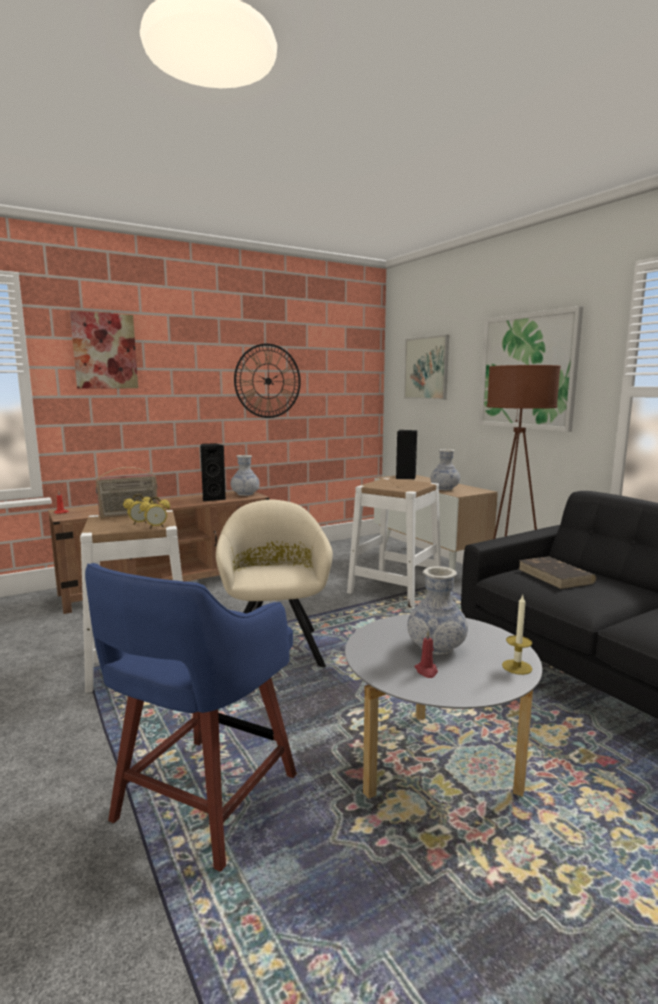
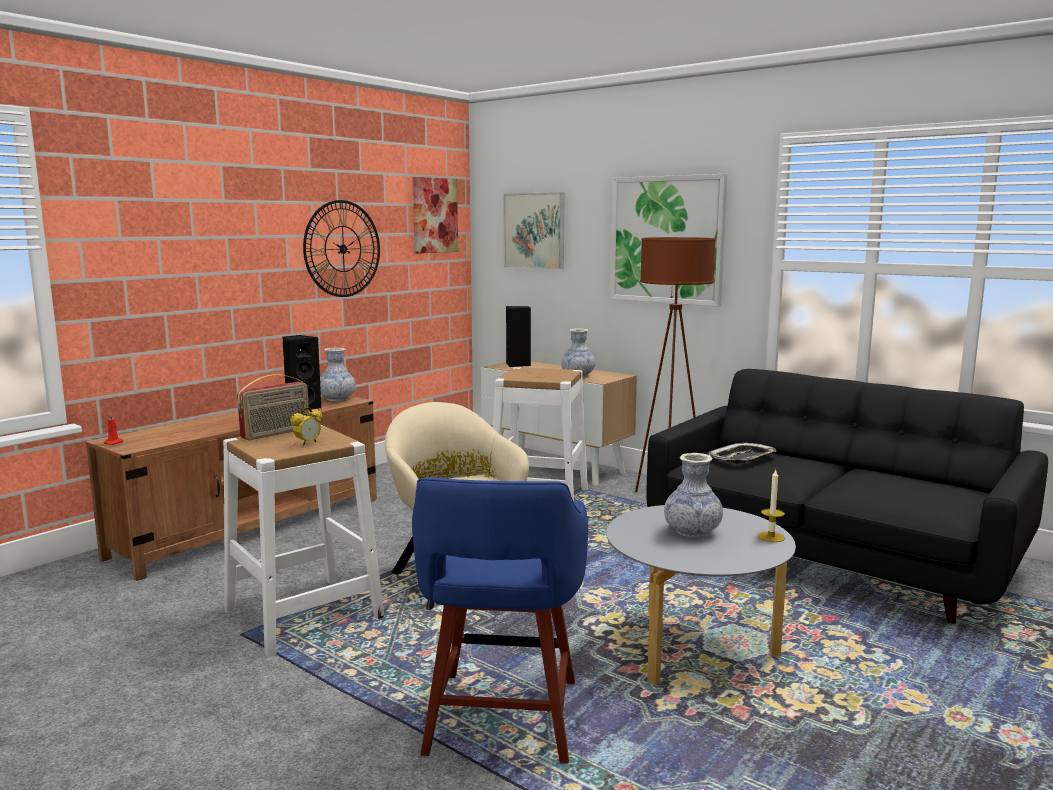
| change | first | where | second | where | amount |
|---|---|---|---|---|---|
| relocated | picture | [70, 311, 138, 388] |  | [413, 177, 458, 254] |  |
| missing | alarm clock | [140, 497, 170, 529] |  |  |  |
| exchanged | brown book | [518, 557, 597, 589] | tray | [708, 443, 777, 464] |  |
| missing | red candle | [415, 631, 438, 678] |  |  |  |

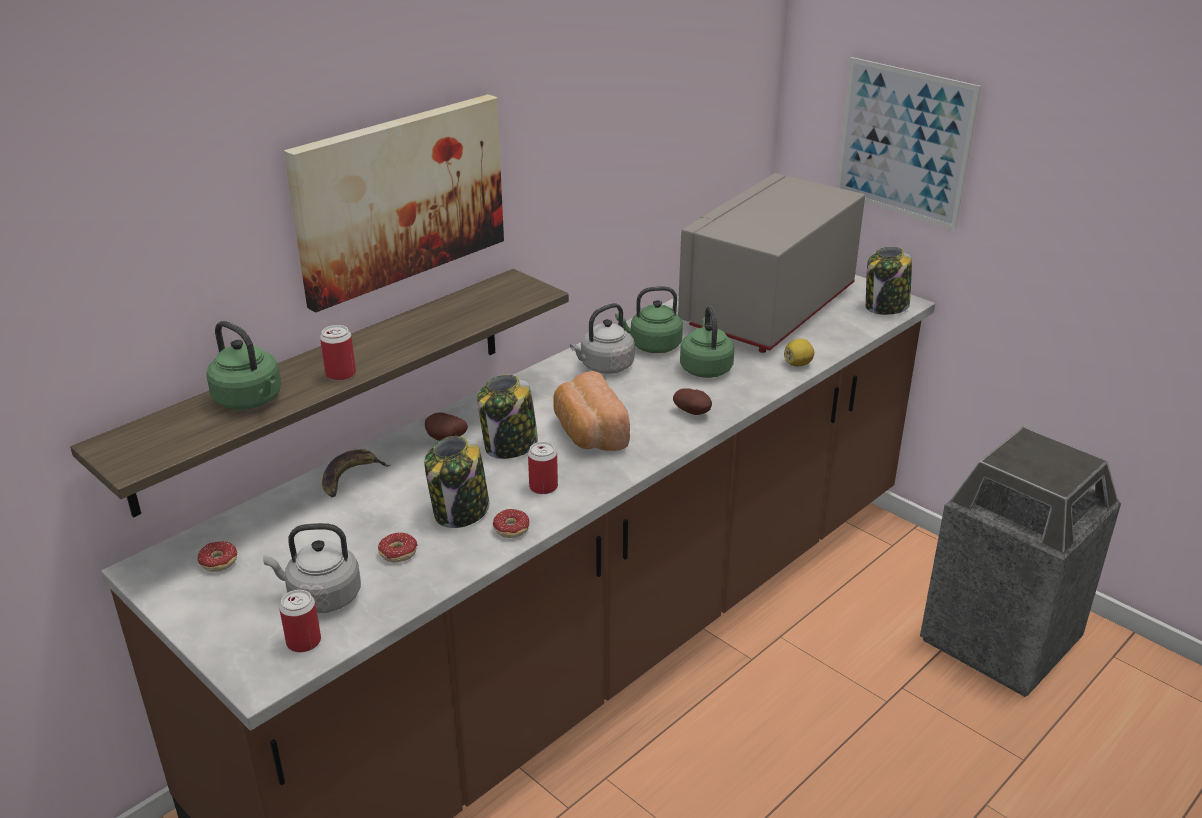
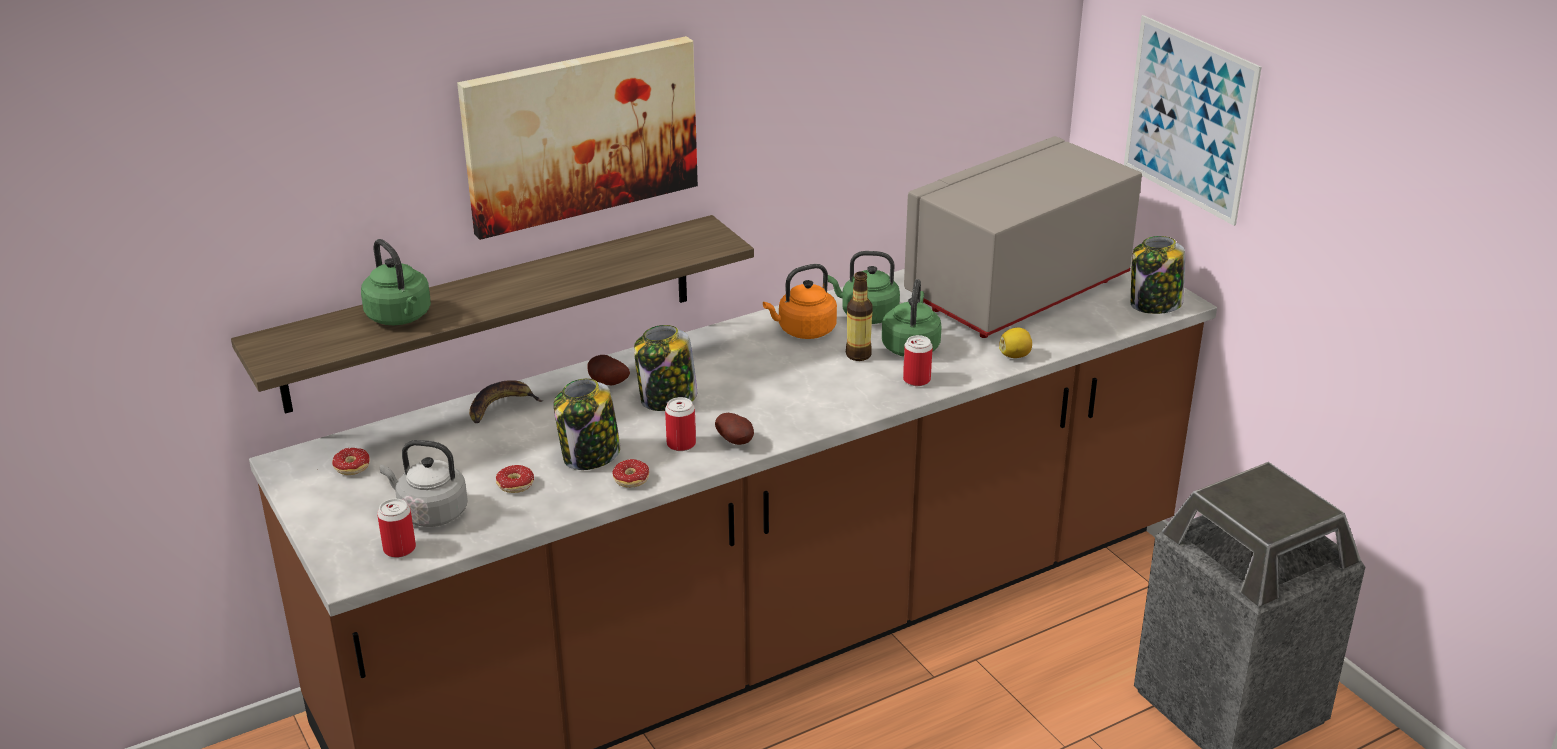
| change | first | where | second | where | amount |
|---|---|---|---|---|---|
| colour | grey kettle | [570, 303, 635, 374] | orange kettle | [763, 264, 837, 339] |  |
| relocated | can | [320, 325, 356, 381] |  | [903, 335, 933, 386] |  |
| missing | bread | [553, 371, 630, 451] |  |  |  |
| relocated | potato | [673, 388, 712, 415] |  | [715, 413, 754, 445] |  |
| appeared |  |  | bottle | [846, 271, 873, 361] |  |

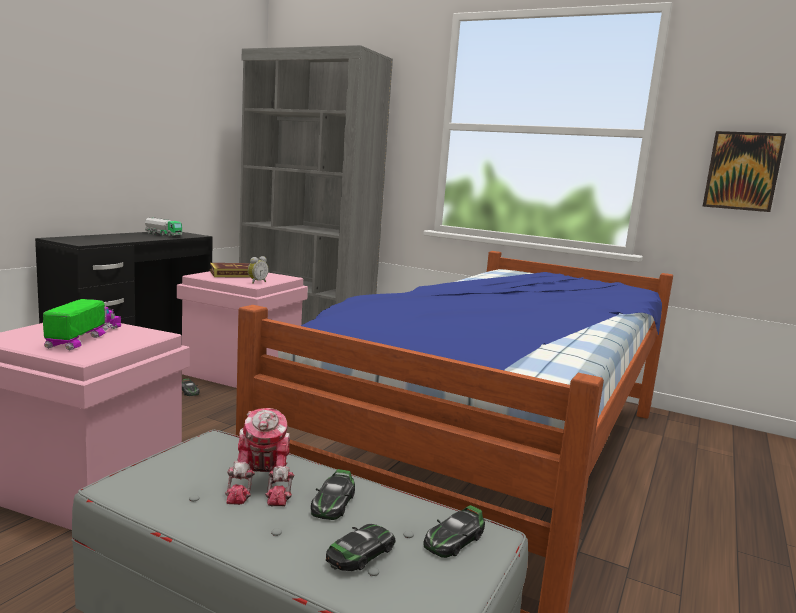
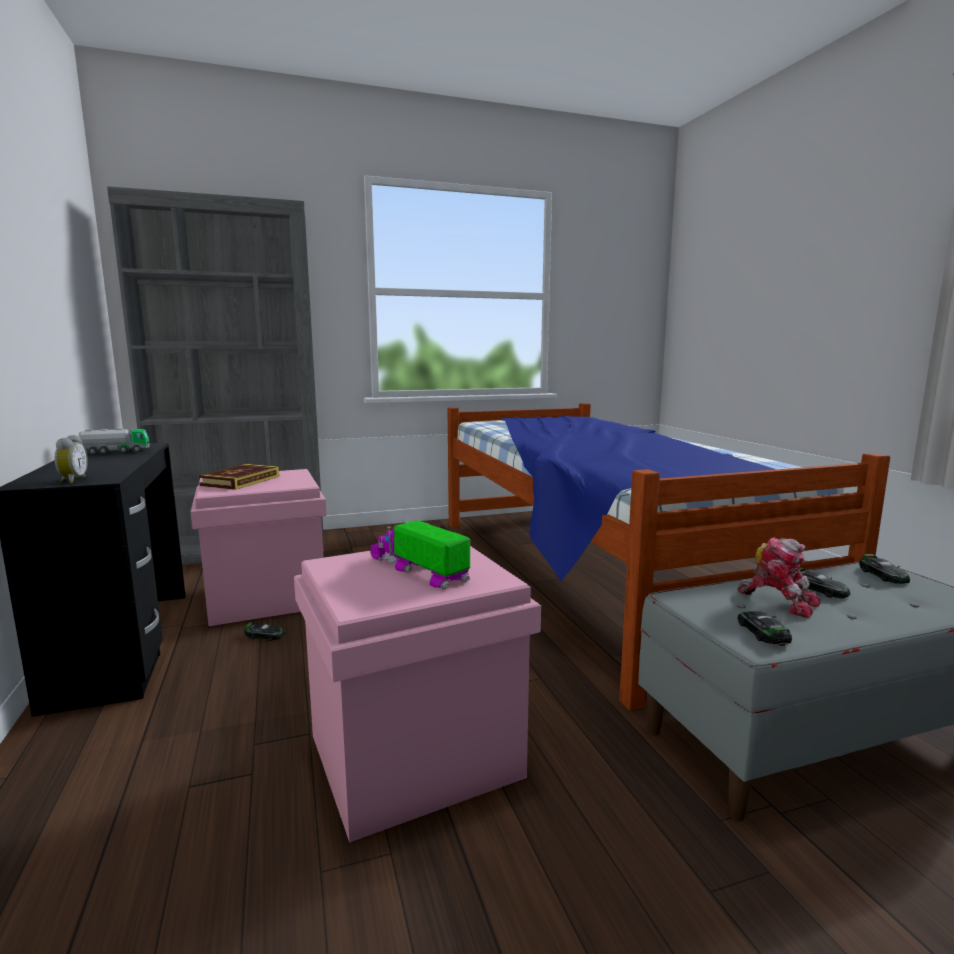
| change | first | where | second | where | amount |
|---|---|---|---|---|---|
| missing | picture | [703, 131, 786, 212] |  |  |  |
| relocated | alarm clock | [248, 256, 269, 284] |  | [55, 435, 88, 484] |  |
| relocated | toy car | [326, 524, 395, 571] |  | [738, 611, 792, 646] |  |

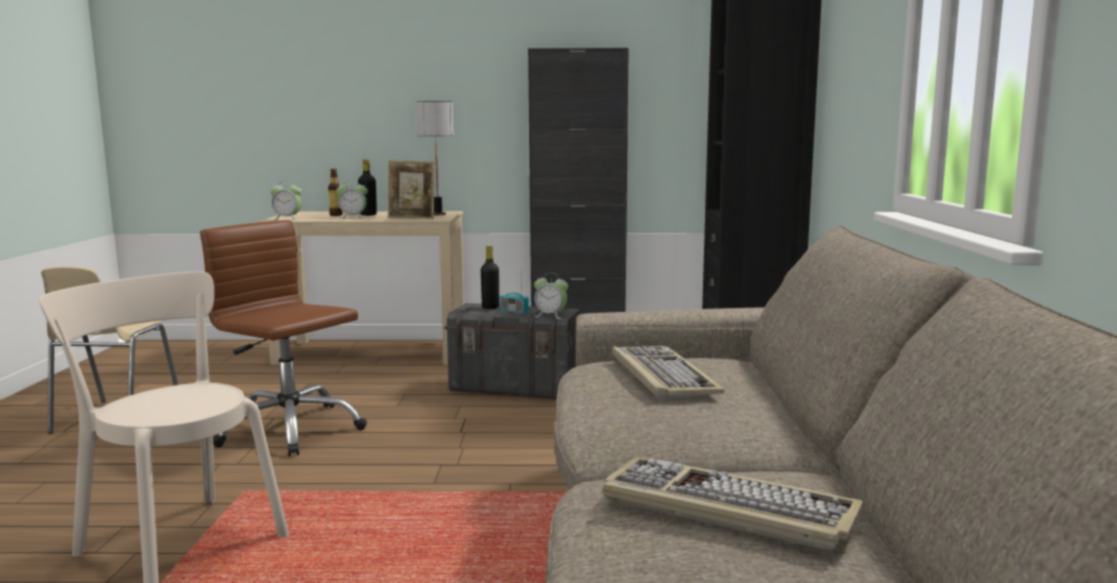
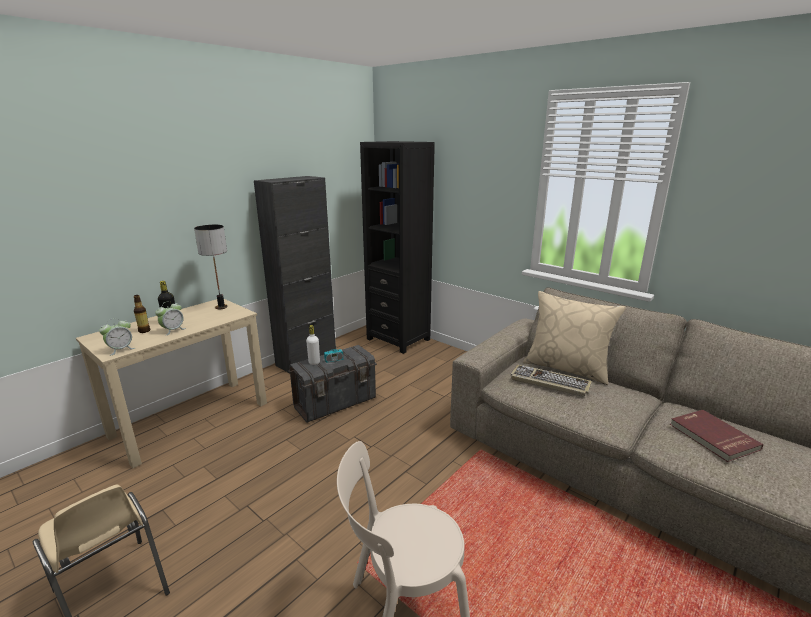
| change | first | where | second | where | amount |
|---|---|---|---|---|---|
| missing | picture frame | [388, 160, 435, 219] |  |  |  |
| missing | brown office chair | [200, 220, 367, 456] |  |  |  |
| colour | black bottle | [481, 245, 499, 309] | white bottle | [306, 325, 320, 365] |  |
| missing | alarm clock | [534, 273, 568, 319] |  |  |  |
| exchanged | keyboard | [603, 457, 863, 550] | red book | [670, 410, 763, 462] |  |
| appeared |  |  | beige pillow | [523, 291, 626, 385] |  |

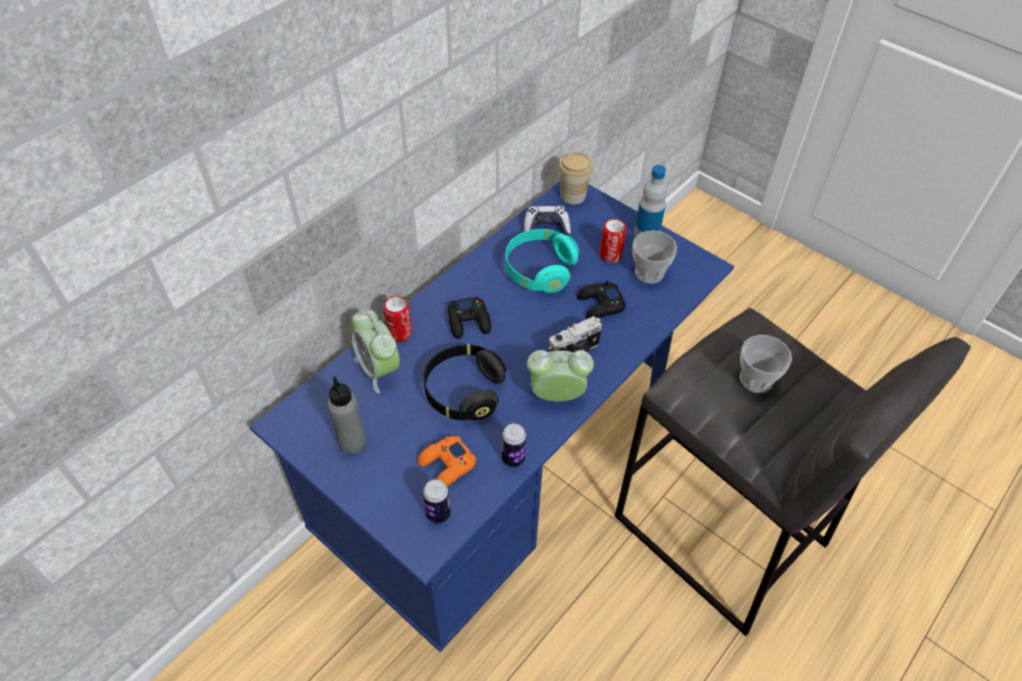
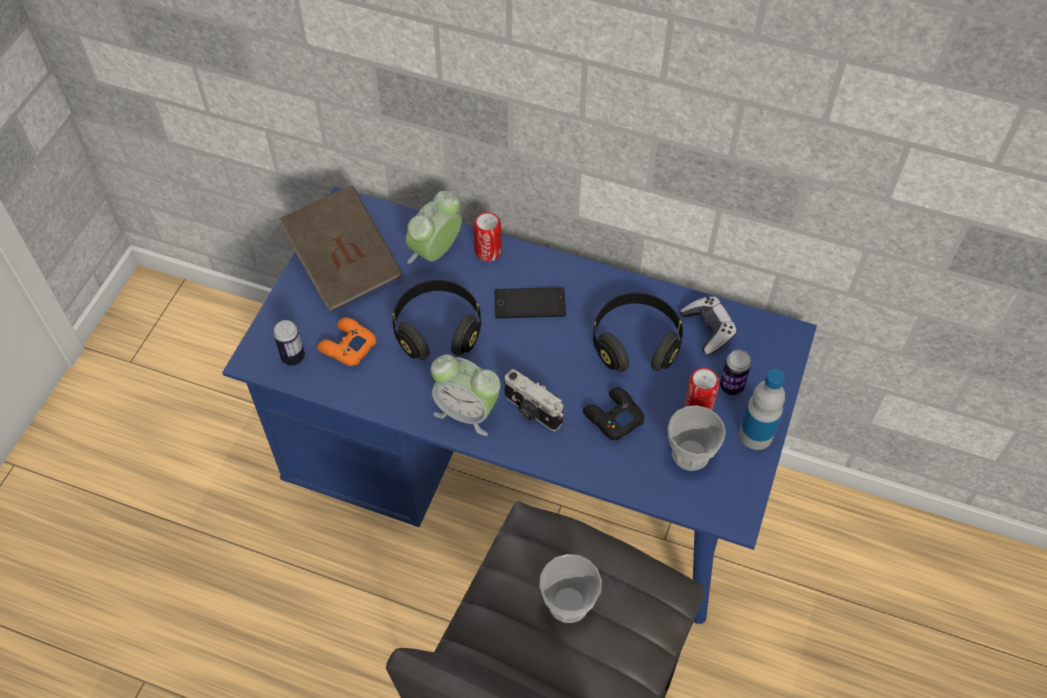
| change | first | where | second | where | amount |
|---|---|---|---|---|---|
| missing | cup | [558, 152, 593, 205] |  |  |  |
| colour | turquoise headphones | [505, 229, 579, 293] | black headphones | [593, 293, 683, 372] |  |
| exchanged | black game controller | [448, 296, 491, 339] | phone | [495, 287, 566, 319] |  |
| spun | alarm clock | [527, 350, 594, 401] |  | [431, 355, 500, 436] | 135 degrees clockwise |
| exchanged | grey bottle | [328, 376, 366, 454] | brown book | [279, 185, 403, 312] |  |
| relocated | can | [502, 423, 526, 467] |  | [720, 350, 751, 395] |  |

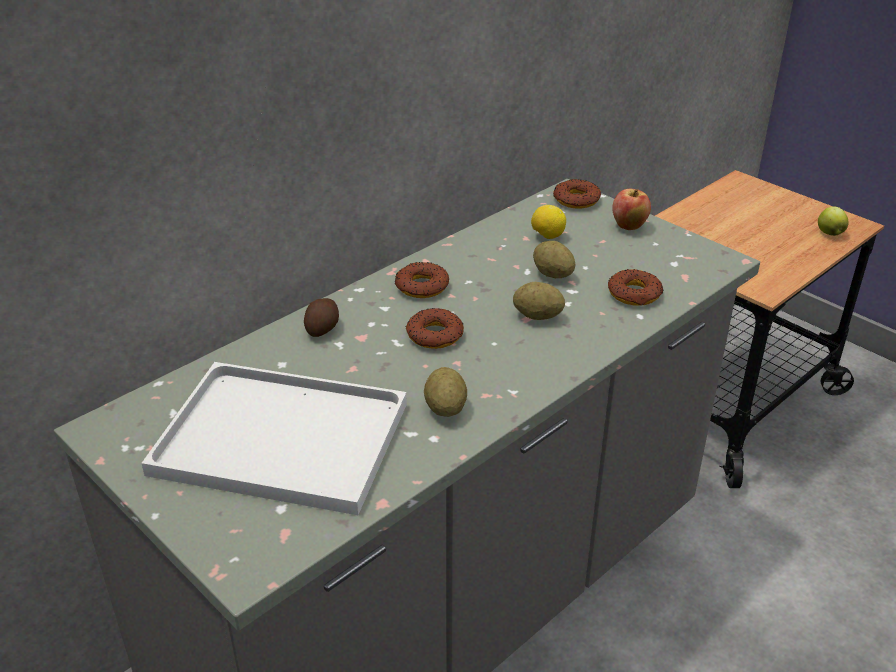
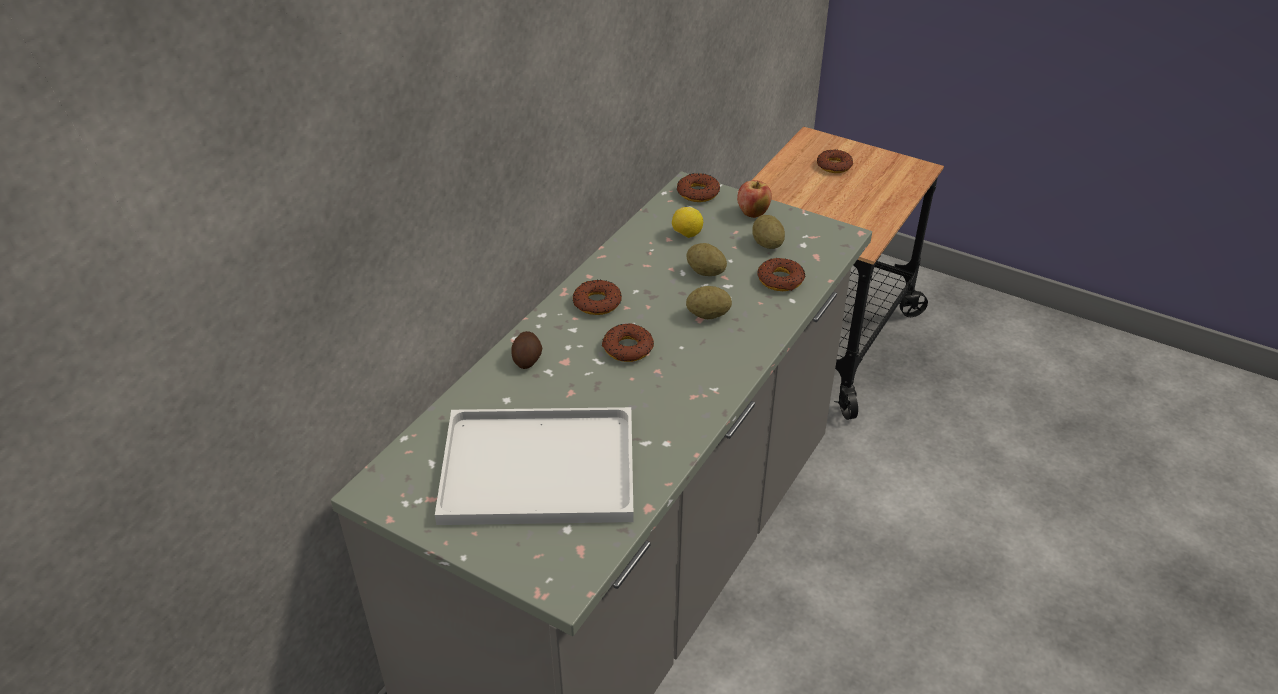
| change | first | where | second | where | amount |
|---|---|---|---|---|---|
| missing | apple | [818, 207, 849, 236] |  |  |  |
| relocated | potato | [424, 367, 467, 417] |  | [753, 215, 785, 249] |  |
| appeared |  |  | donut | [817, 149, 853, 173] |  |

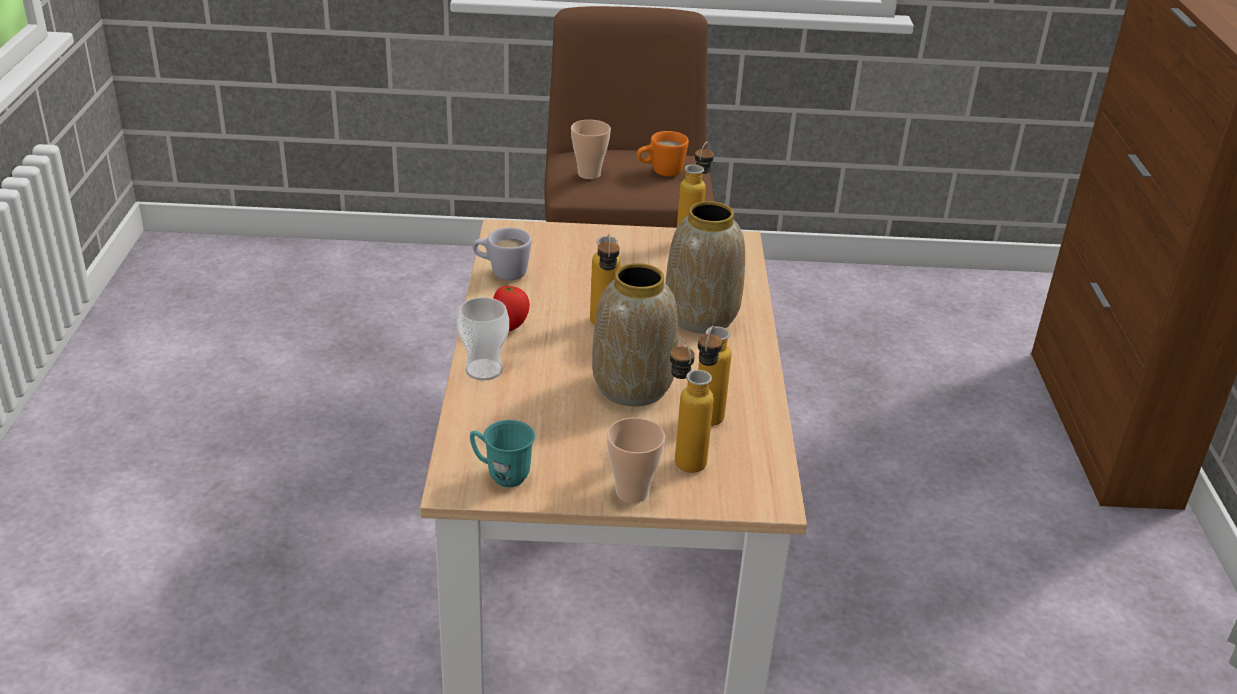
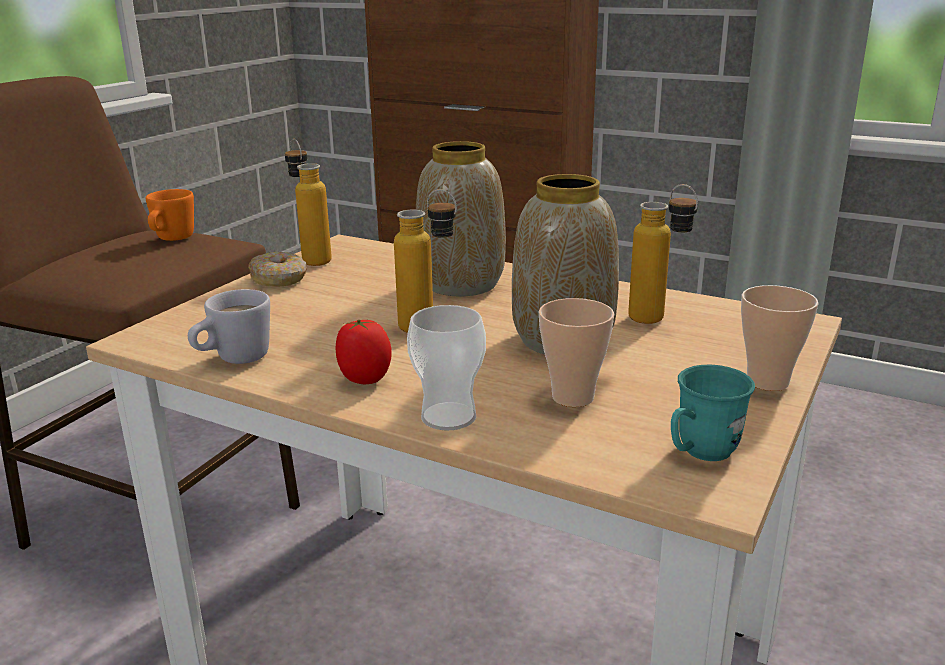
| change | first | where | second | where | amount |
|---|---|---|---|---|---|
| relocated | cup | [571, 120, 611, 179] |  | [539, 298, 614, 407] |  |
| missing | bottle | [670, 338, 714, 473] |  |  |  |
| appeared |  |  | donut | [248, 252, 307, 286] |  |

